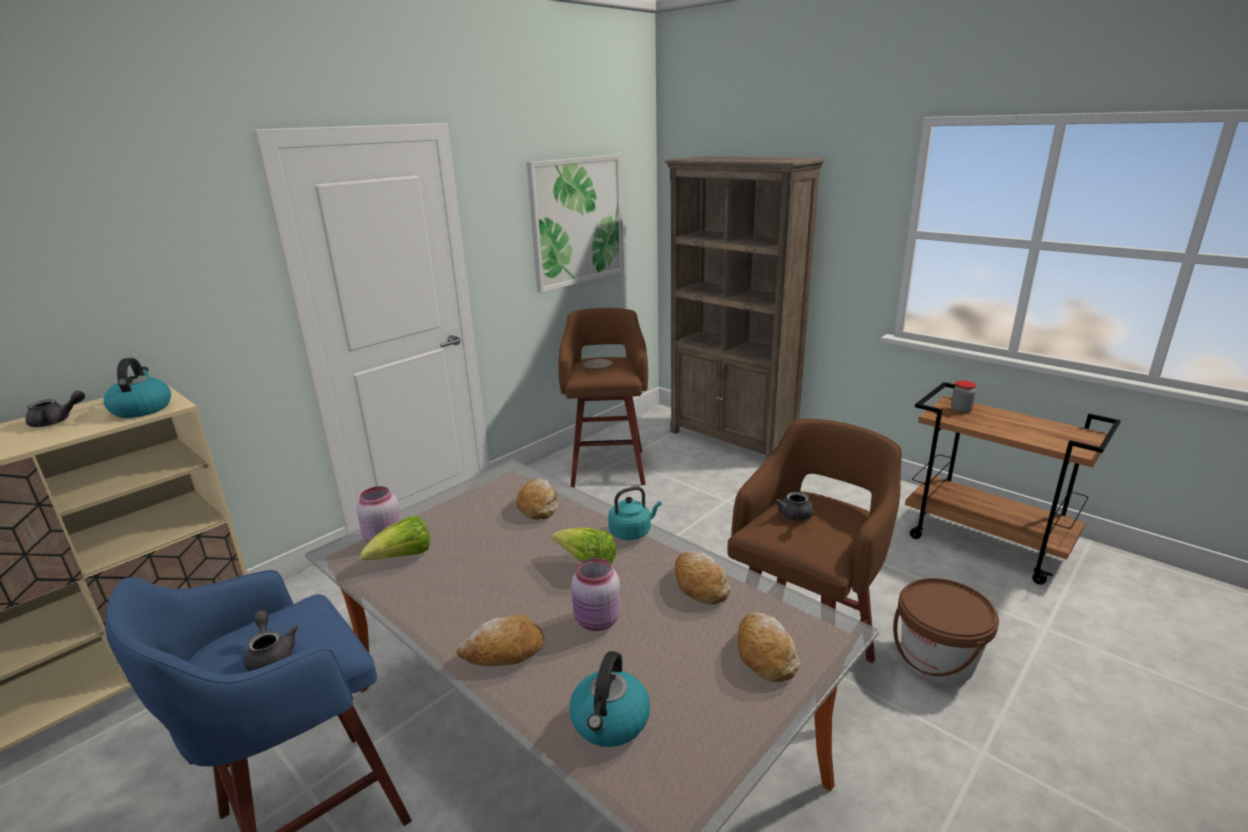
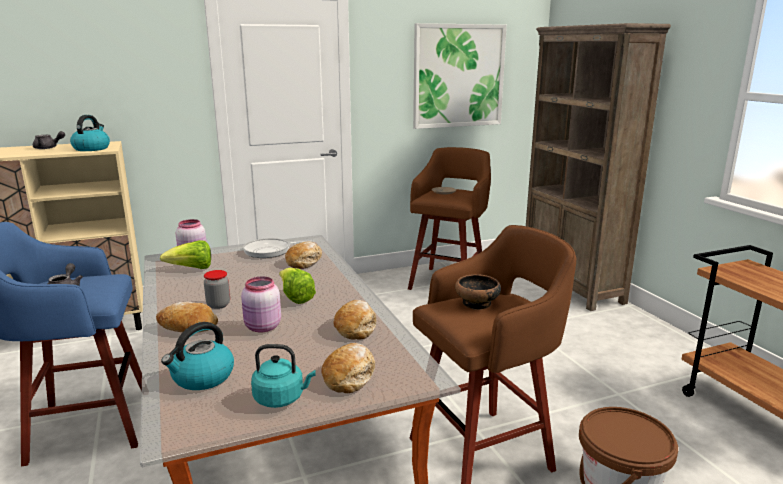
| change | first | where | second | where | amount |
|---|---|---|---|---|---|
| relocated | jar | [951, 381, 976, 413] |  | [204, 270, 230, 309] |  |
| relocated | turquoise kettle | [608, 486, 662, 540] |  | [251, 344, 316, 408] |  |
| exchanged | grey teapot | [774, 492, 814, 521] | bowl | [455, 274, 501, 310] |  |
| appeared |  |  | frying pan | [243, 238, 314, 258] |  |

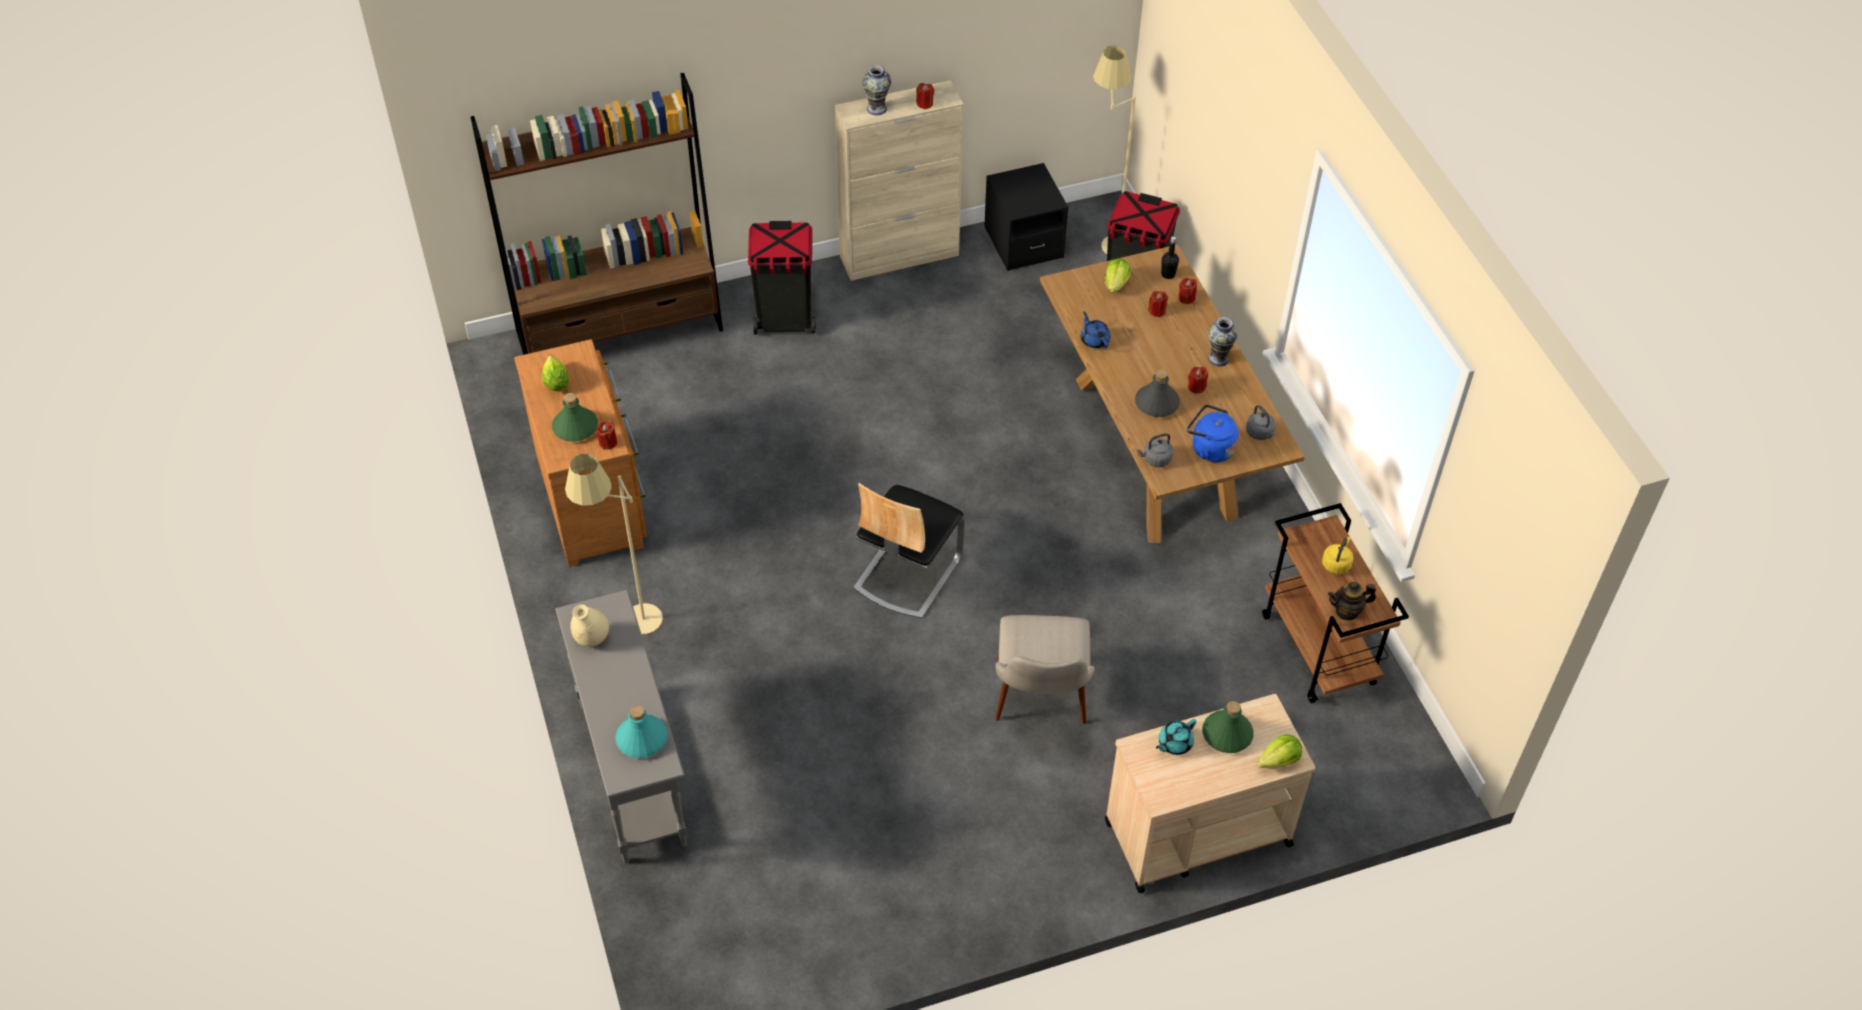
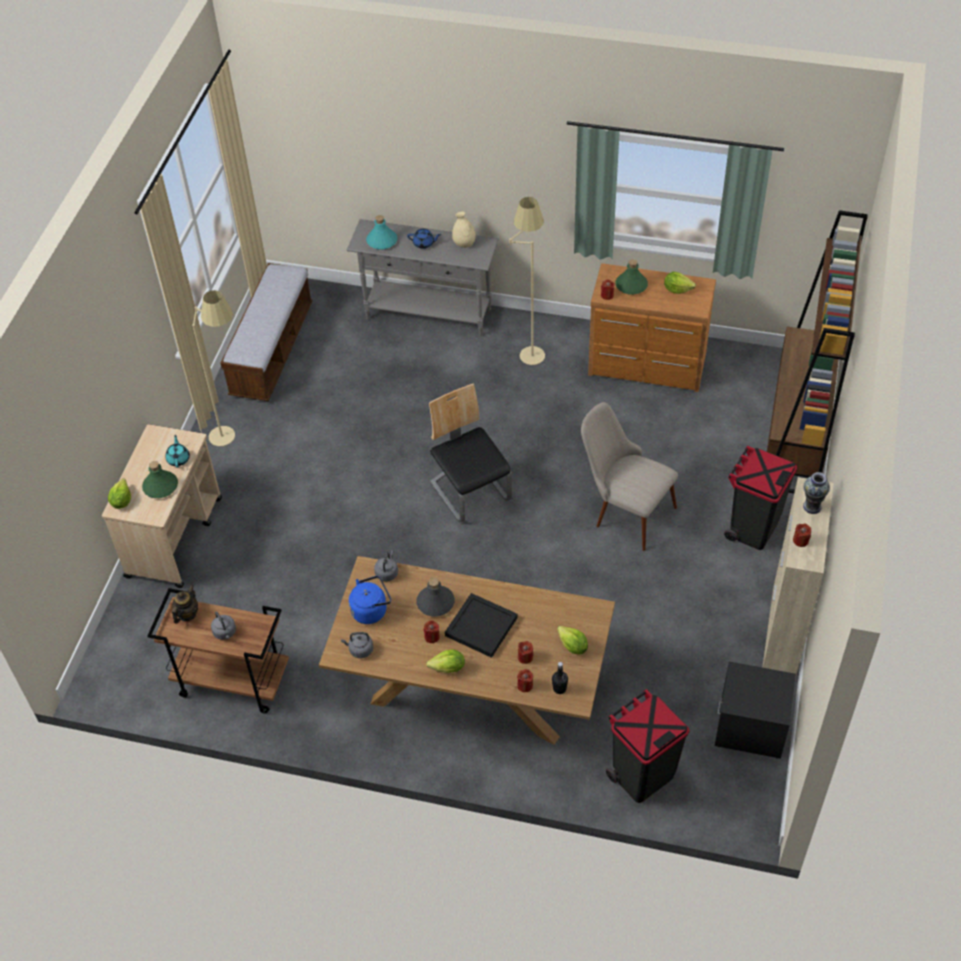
| change | first | where | second | where | amount |
|---|---|---|---|---|---|
| relocated | beige floor lamp | [1093, 46, 1136, 254] |  | [192, 290, 235, 446] |  |
| relocated | blue teapot | [1081, 312, 1110, 348] |  | [407, 229, 441, 249] |  |
| exchanged | vase | [1208, 317, 1237, 366] | lettuce | [426, 649, 465, 673] |  |
| colour | yellow kettle | [1322, 537, 1354, 574] | grey kettle | [211, 611, 236, 640] |  |
| relocated | beige chair | [995, 615, 1095, 724] |  | [581, 402, 678, 551] |  |
| appeared |  |  | bench | [221, 263, 312, 401] |  |
| appeared |  |  | black tray | [445, 593, 518, 658] |  |

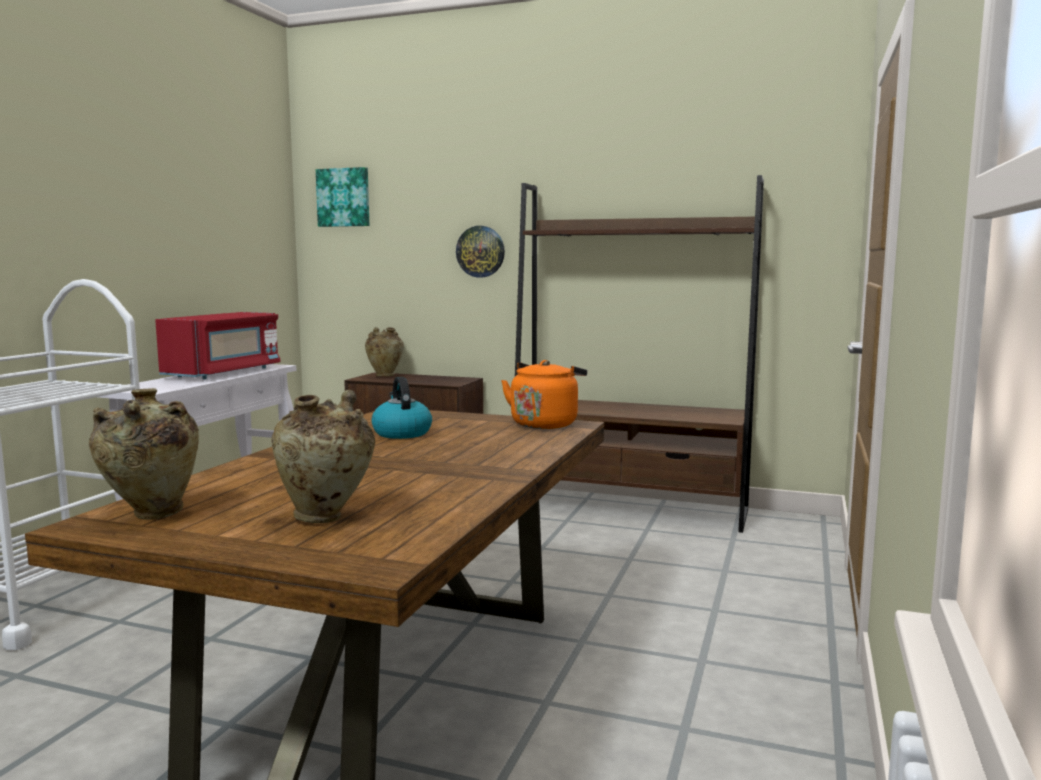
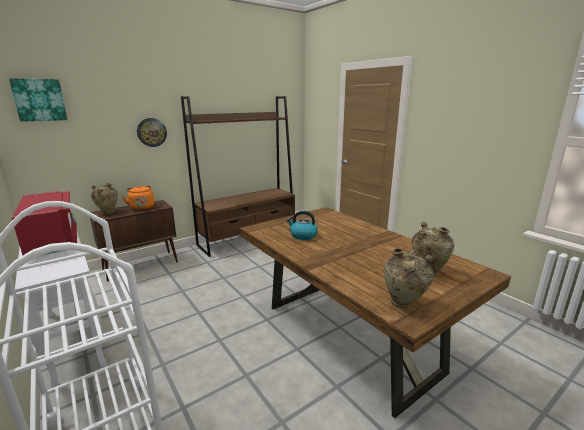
| change | first | where | second | where | amount |
|---|---|---|---|---|---|
| relocated | orange kettle | [501, 360, 587, 429] |  | [122, 186, 154, 210] |  |

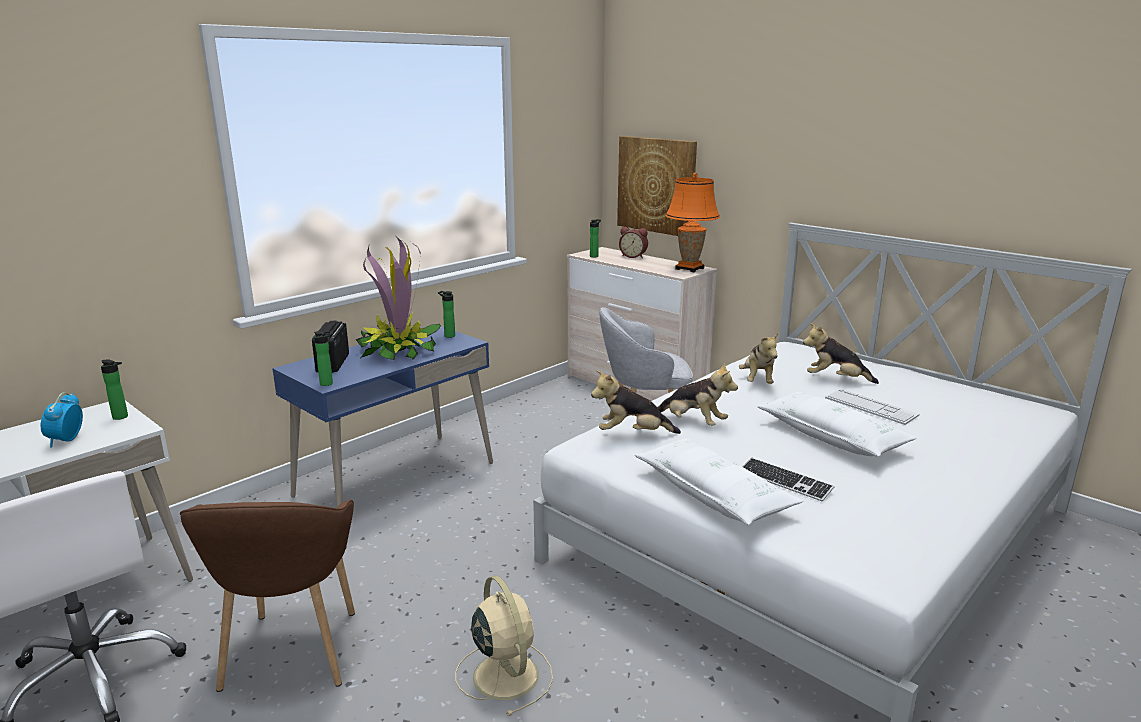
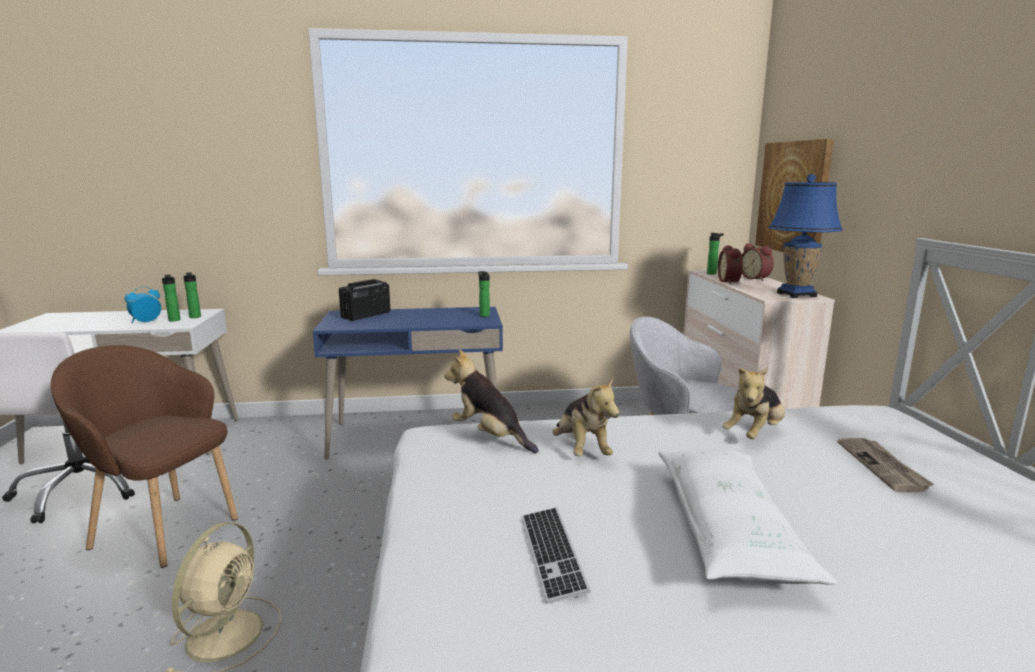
| change | first | where | second | where | amount |
|---|---|---|---|---|---|
| colour | orange table lamp | [665, 173, 720, 272] | blue table lamp | [769, 174, 843, 298] |  |
| missing | potted plant | [356, 236, 441, 360] |  |  |  |
| exchanged | plush toy | [803, 323, 879, 384] | newspaper | [837, 438, 934, 492] |  |
| relocated | bottle | [314, 331, 333, 386] |  | [162, 274, 181, 321] |  |
| missing | keyboard | [825, 389, 919, 425] |  |  |  |
| missing | white pillow | [635, 438, 803, 525] |  |  |  |
| spun | brown armchair | [180, 500, 355, 692] |  | [51, 345, 238, 568] | 75 degrees clockwise |
| appeared |  |  | alarm clock | [718, 245, 743, 284] |  |

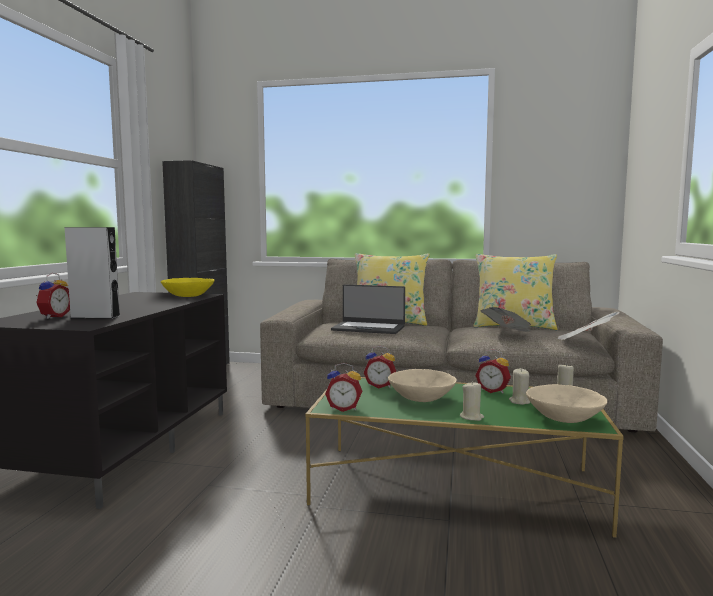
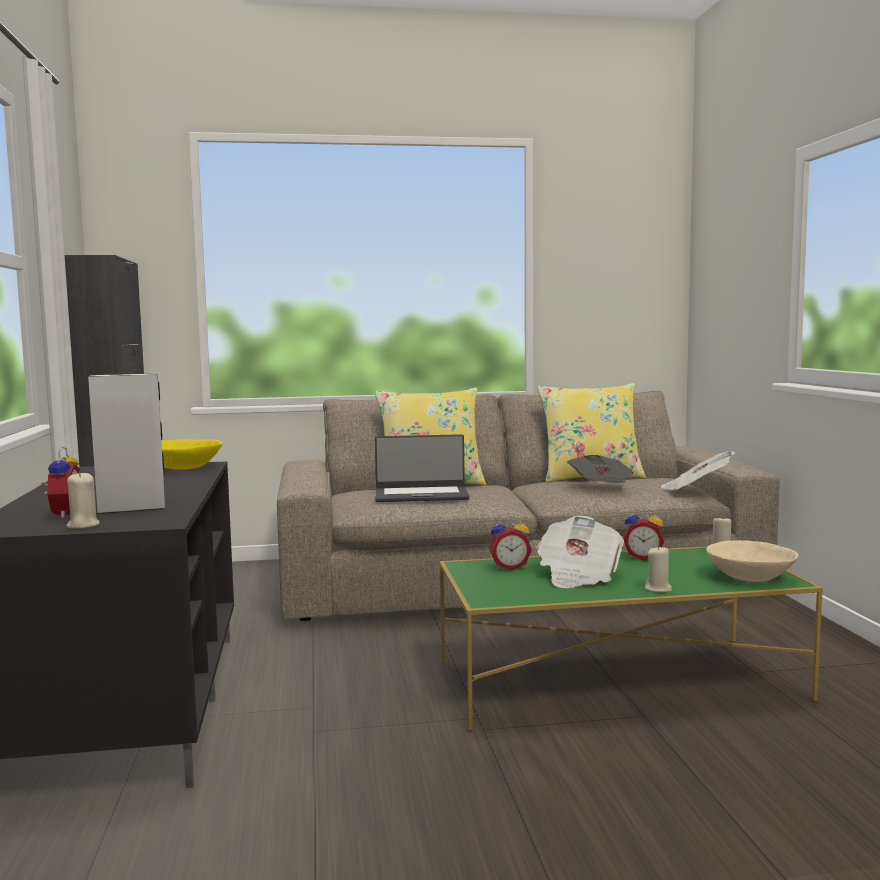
| change | first | where | second | where | amount |
|---|---|---|---|---|---|
| missing | alarm clock | [325, 363, 362, 412] |  |  |  |
| relocated | beige candle | [509, 368, 530, 405] |  | [66, 472, 100, 529] |  |
| exchanged | beige bowl | [388, 369, 457, 402] | newspaper | [536, 515, 624, 588] |  |

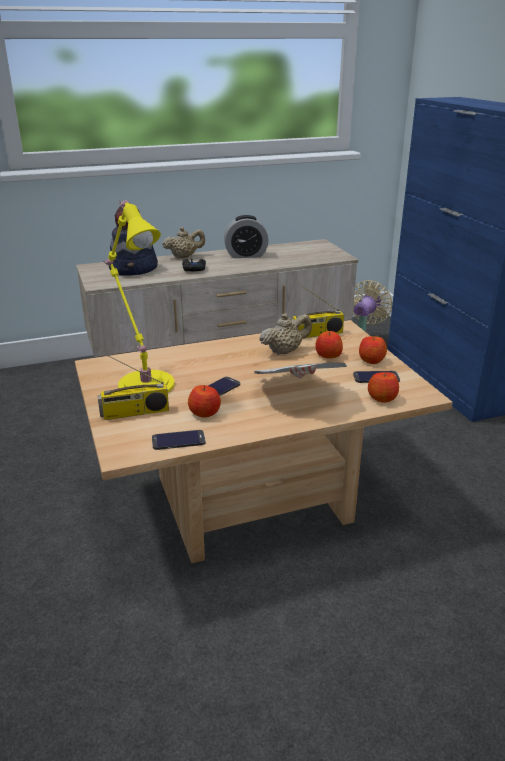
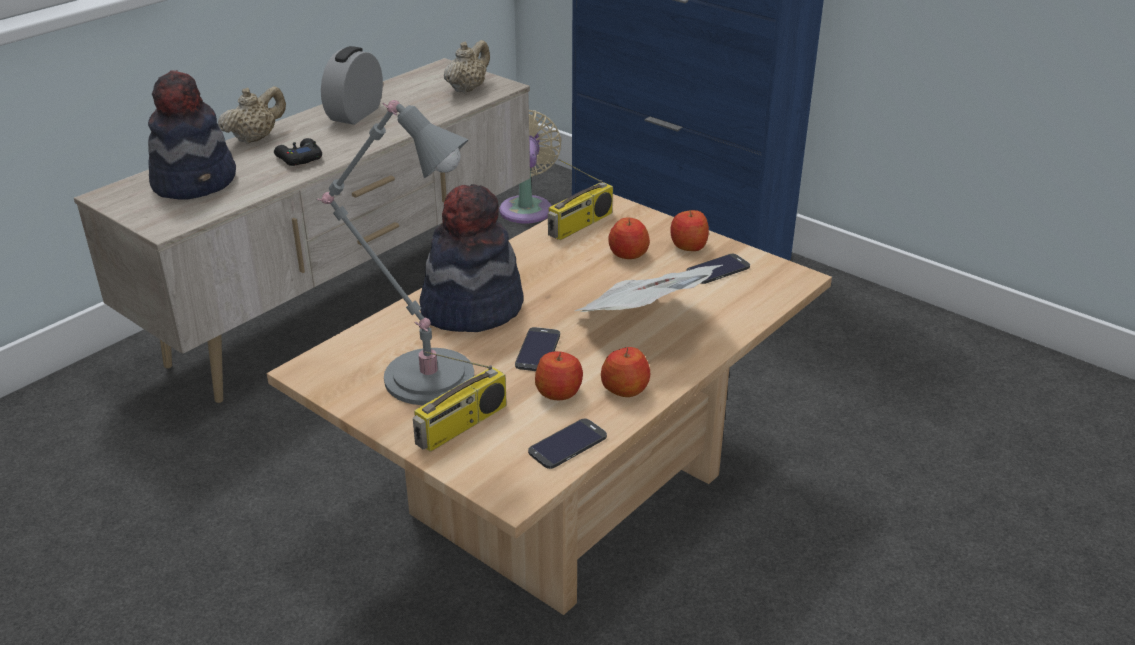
| change | first | where | second | where | amount |
|---|---|---|---|---|---|
| colour | yellow table lamp | [103, 200, 174, 393] | grey table lamp | [316, 100, 474, 405] |  |
| spun | alarm clock | [224, 215, 269, 258] |  | [321, 46, 383, 125] | 150 degrees clockwise |
| relocated | beige teapot | [259, 313, 312, 355] |  | [444, 40, 490, 94] |  |
| relocated | apple | [368, 372, 399, 402] |  | [601, 347, 650, 397] |  |
| appeared |  |  | hat | [419, 184, 524, 332] |  |

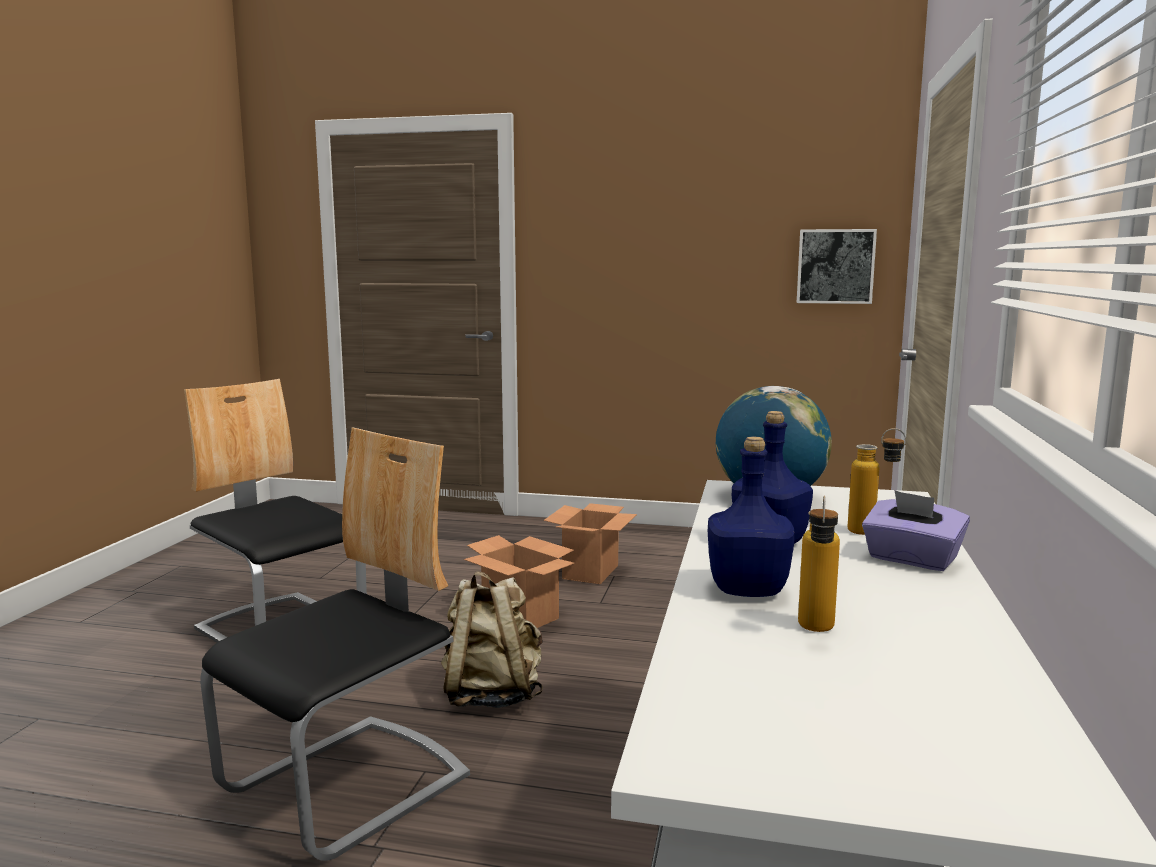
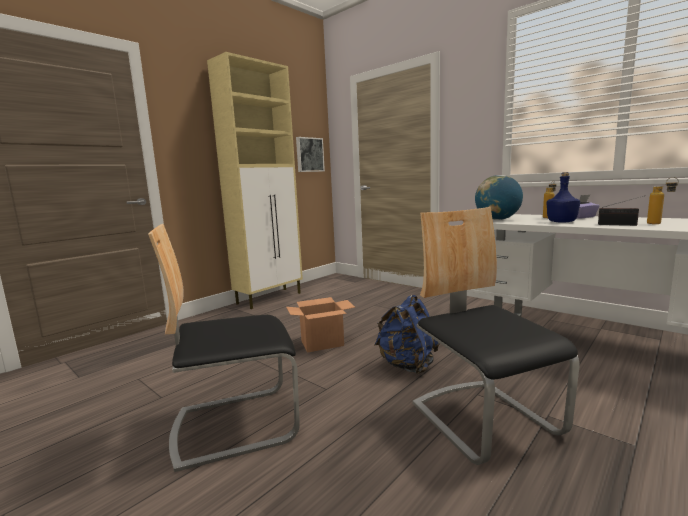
| change | first | where | second | where | amount |
|---|---|---|---|---|---|
| exchanged | blue bottle | [708, 437, 795, 597] | radio | [598, 196, 643, 226] |  |
| missing | cardboard box | [544, 503, 637, 584] |  |  |  |
| colour | beige backpack | [441, 571, 543, 708] | blue backpack | [374, 295, 440, 374] |  |
| appeared |  |  | beige cabinet | [207, 52, 303, 309] |  |

